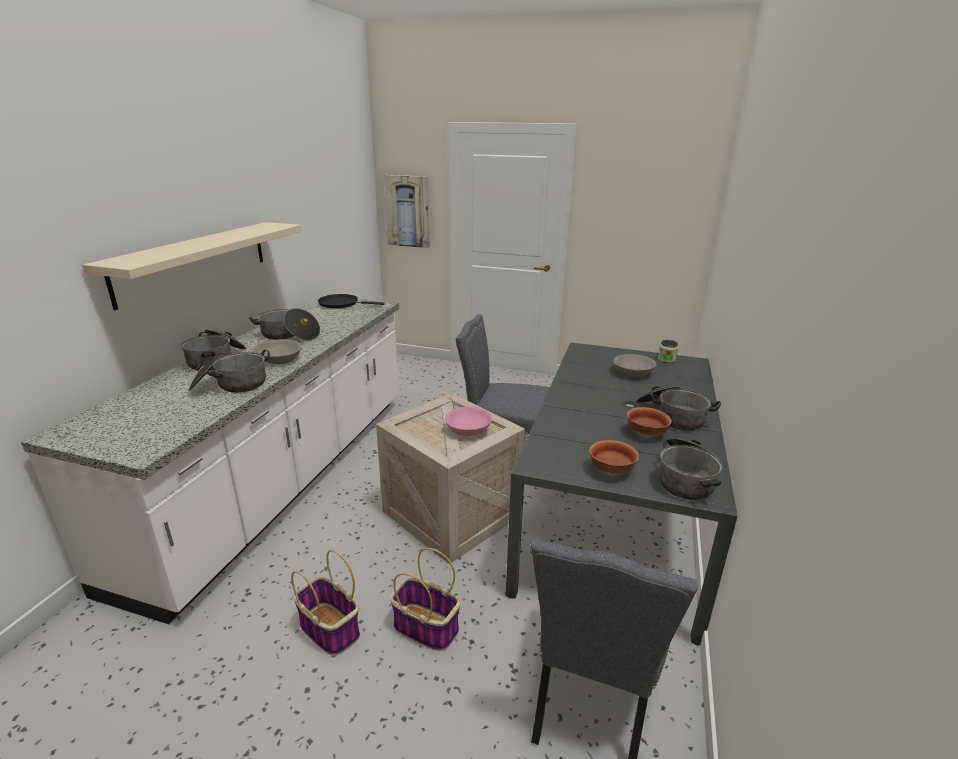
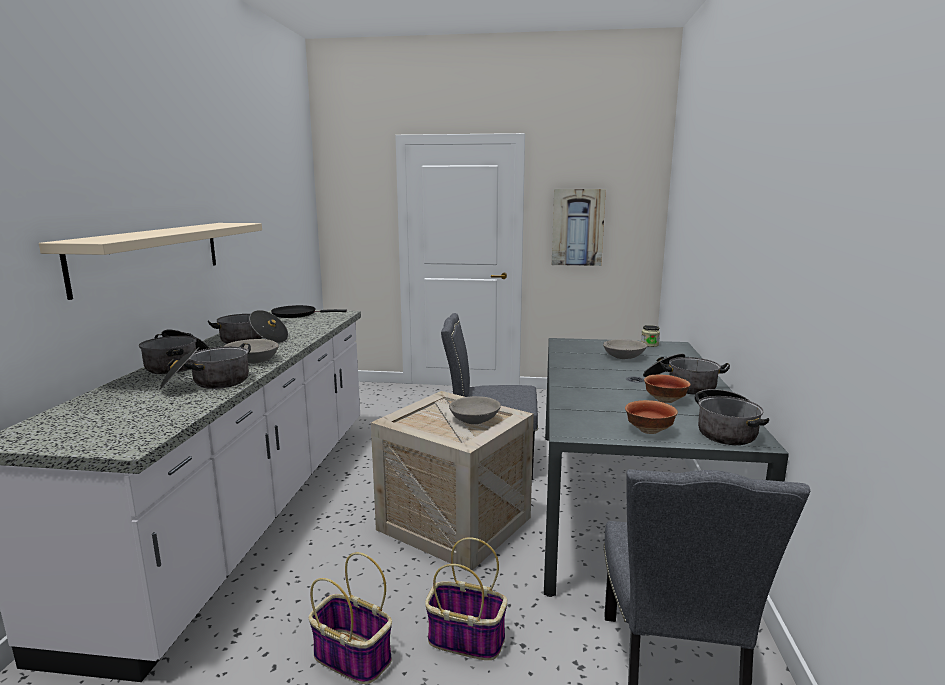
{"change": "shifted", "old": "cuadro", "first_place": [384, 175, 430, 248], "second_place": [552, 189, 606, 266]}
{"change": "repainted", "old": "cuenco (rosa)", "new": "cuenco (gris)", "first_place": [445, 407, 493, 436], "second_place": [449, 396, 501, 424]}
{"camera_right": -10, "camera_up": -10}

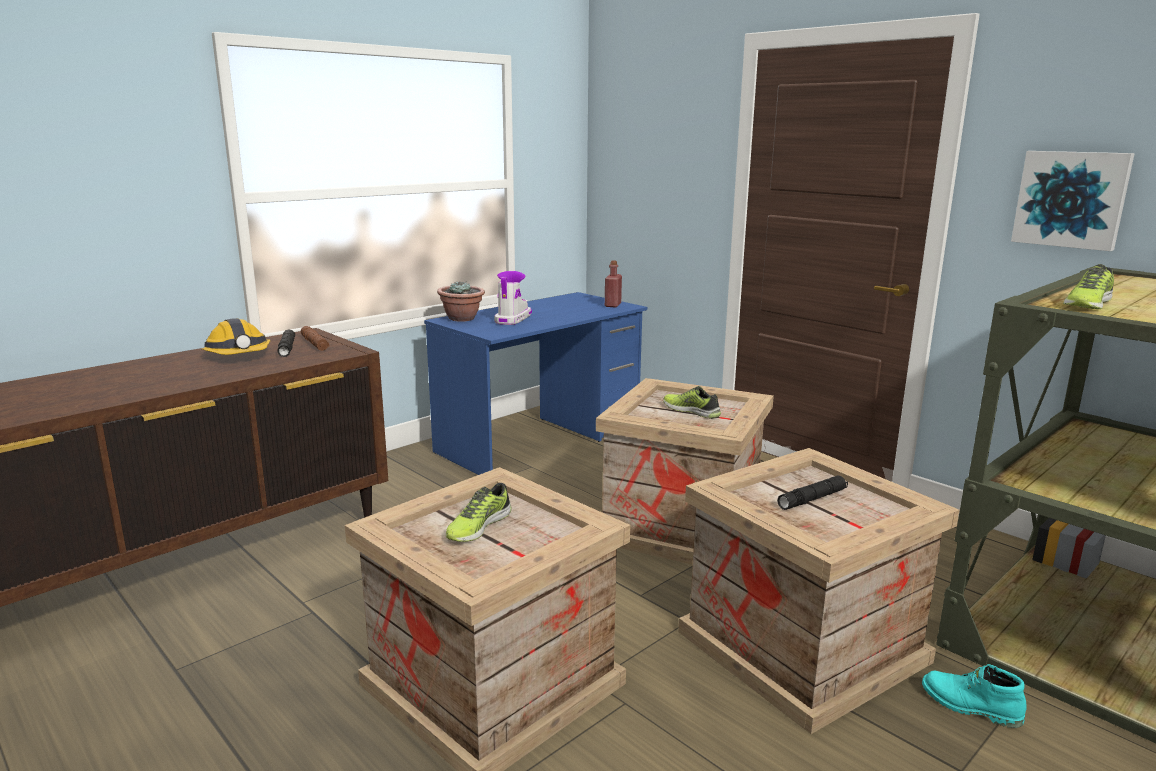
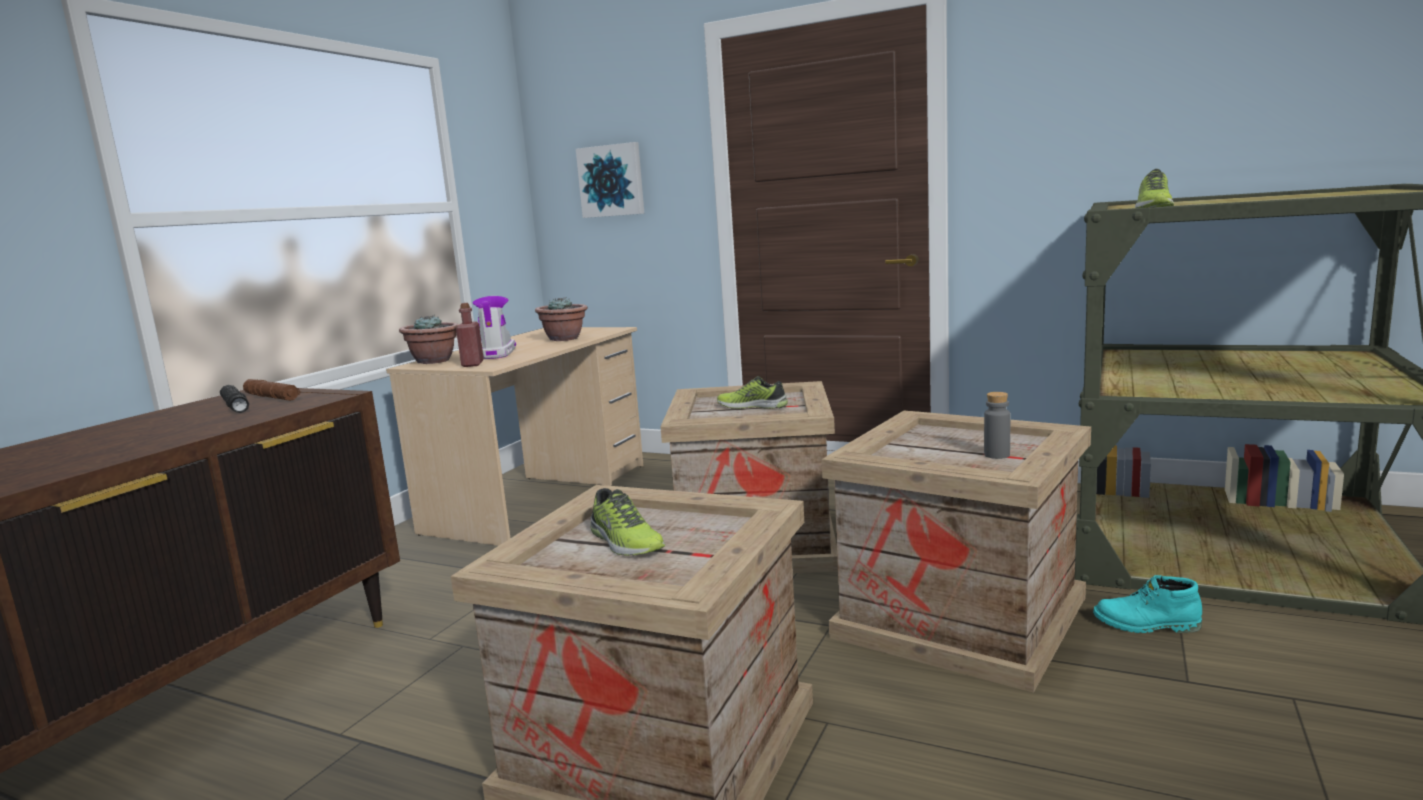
{"change": "gone", "old": "casco", "first_place": [201, 318, 270, 355]}
{"change": "gone", "old": "linterna (negro)", "first_place": [777, 475, 848, 510]}
{"change": "new", "new": "planta en maceta", "second_place": [535, 297, 588, 341]}
{"change": "new", "new": "botella (gris)", "second_place": [984, 392, 1010, 459]}
{"change": "shifted", "old": "botella (rojo)", "first_place": [605, 260, 622, 307], "second_place": [456, 303, 484, 367]}
{"change": "shifted", "old": "cuadro", "first_place": [1011, 151, 1135, 251], "second_place": [576, 142, 644, 218]}
{"change": "repainted", "old": "escritorio (azul)", "new": "escritorio (beis)", "first_place": [424, 292, 647, 475], "second_place": [386, 327, 643, 546]}
{"change": "rotated", "old": "zapato", "first_place": [446, 483, 512, 542], "second_place": [590, 488, 665, 556], "degrees": -45}
{"camera_right": -20, "camera_up": -5}

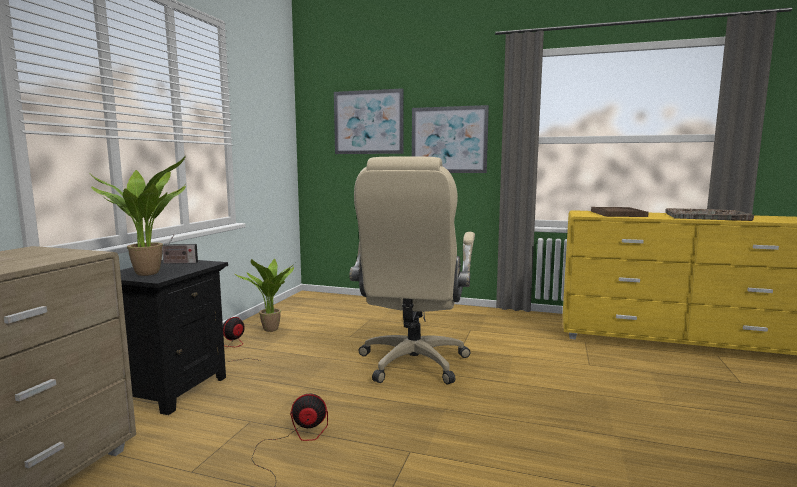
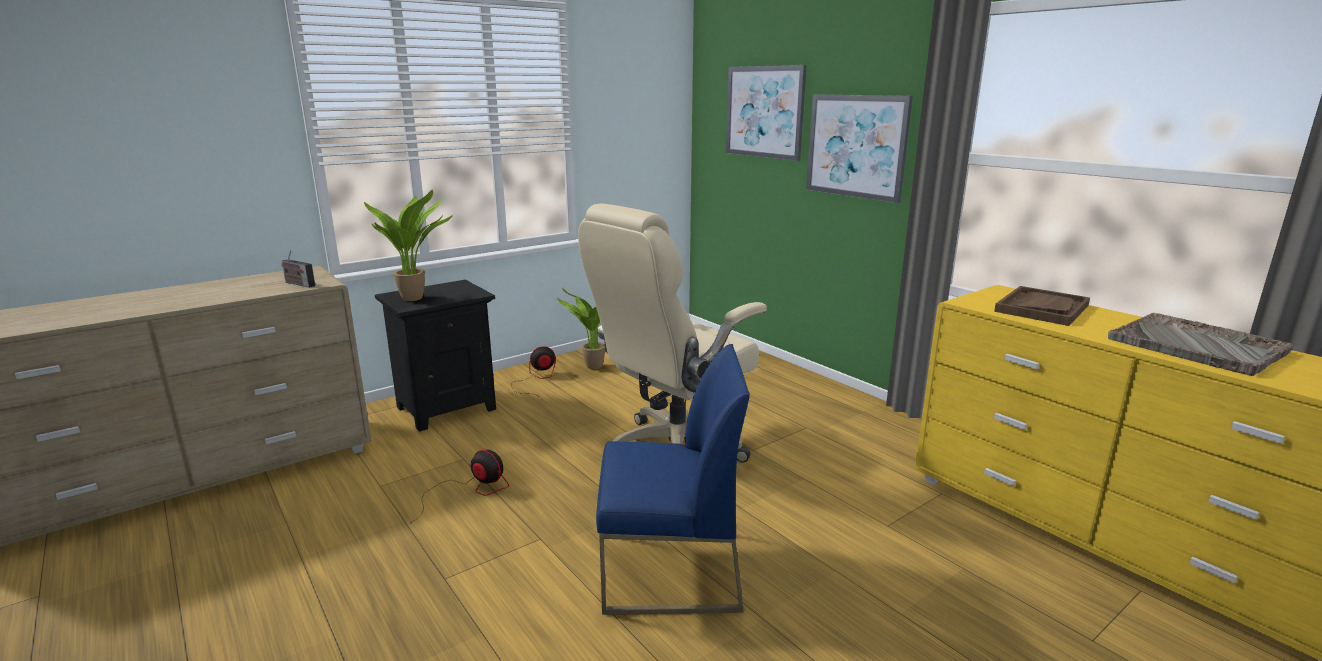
{"change": "new", "new": "silla (azul)", "second_place": [596, 344, 750, 615]}
{"change": "shifted", "old": "radio", "first_place": [162, 235, 198, 264], "second_place": [282, 249, 315, 288]}
{"camera_right": 35, "camera_up": 10}

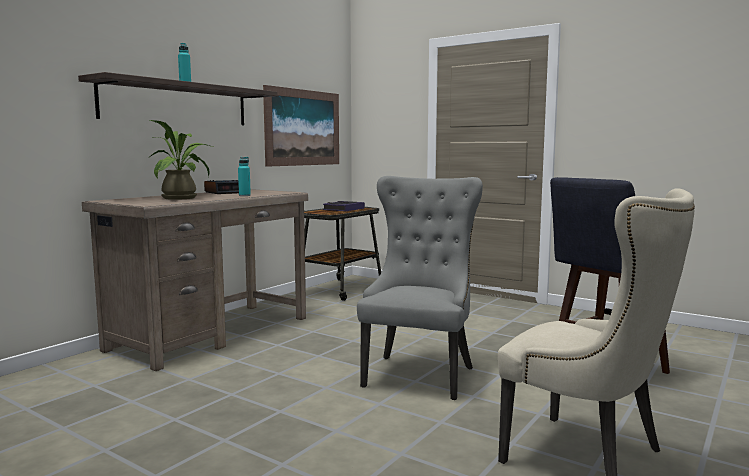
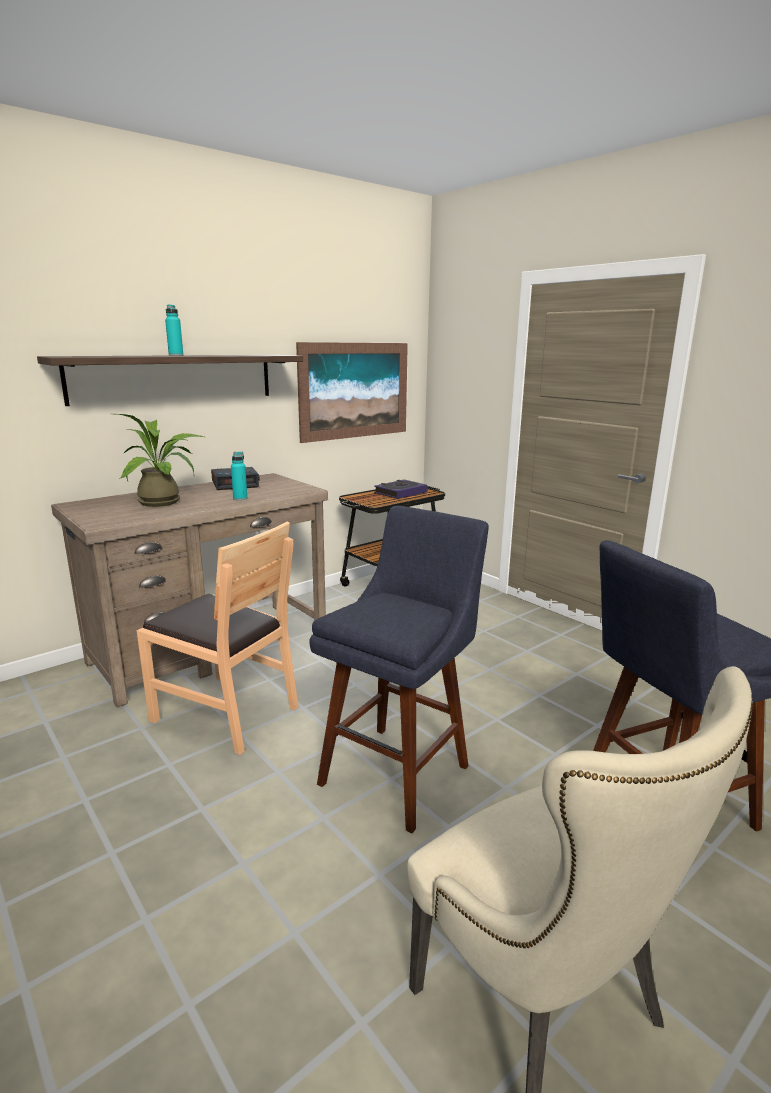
{"change": "new", "new": "silla (marrón)", "second_place": [137, 522, 299, 755]}
{"change": "swapped", "old": "silla (gris)", "new": "taburete (azul)", "first_place": [357, 176, 483, 400], "second_place": [309, 506, 489, 833]}
{"camera_right": 15, "camera_up": 10}

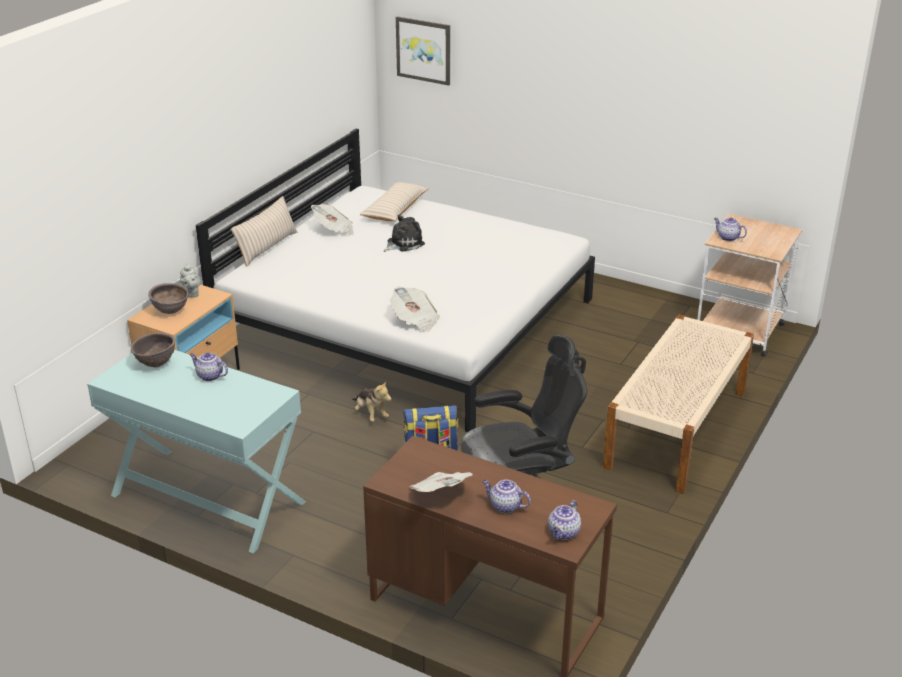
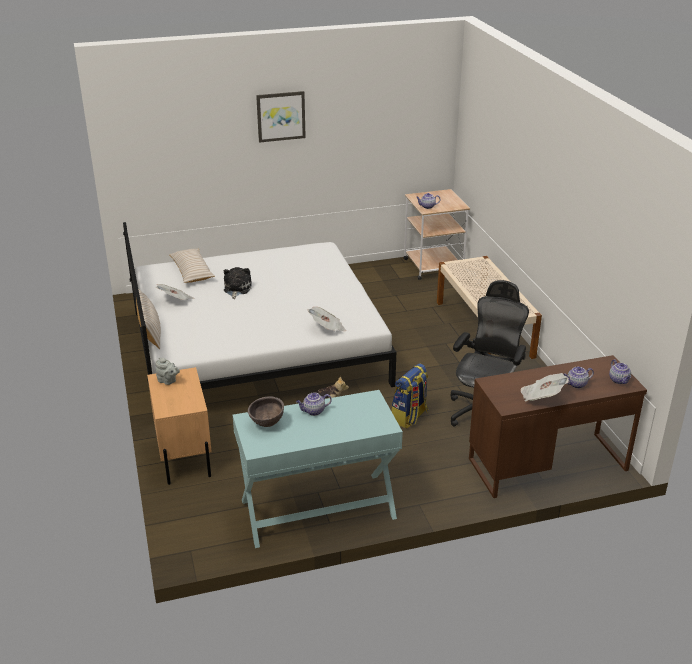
{"change": "gone", "old": "cuenco (marrón)", "first_place": [148, 283, 189, 314]}
{"change": "shifted", "old": "cuadro", "first_place": [396, 17, 450, 86], "second_place": [256, 91, 306, 143]}
{"camera_right": -45, "camera_up": 0}

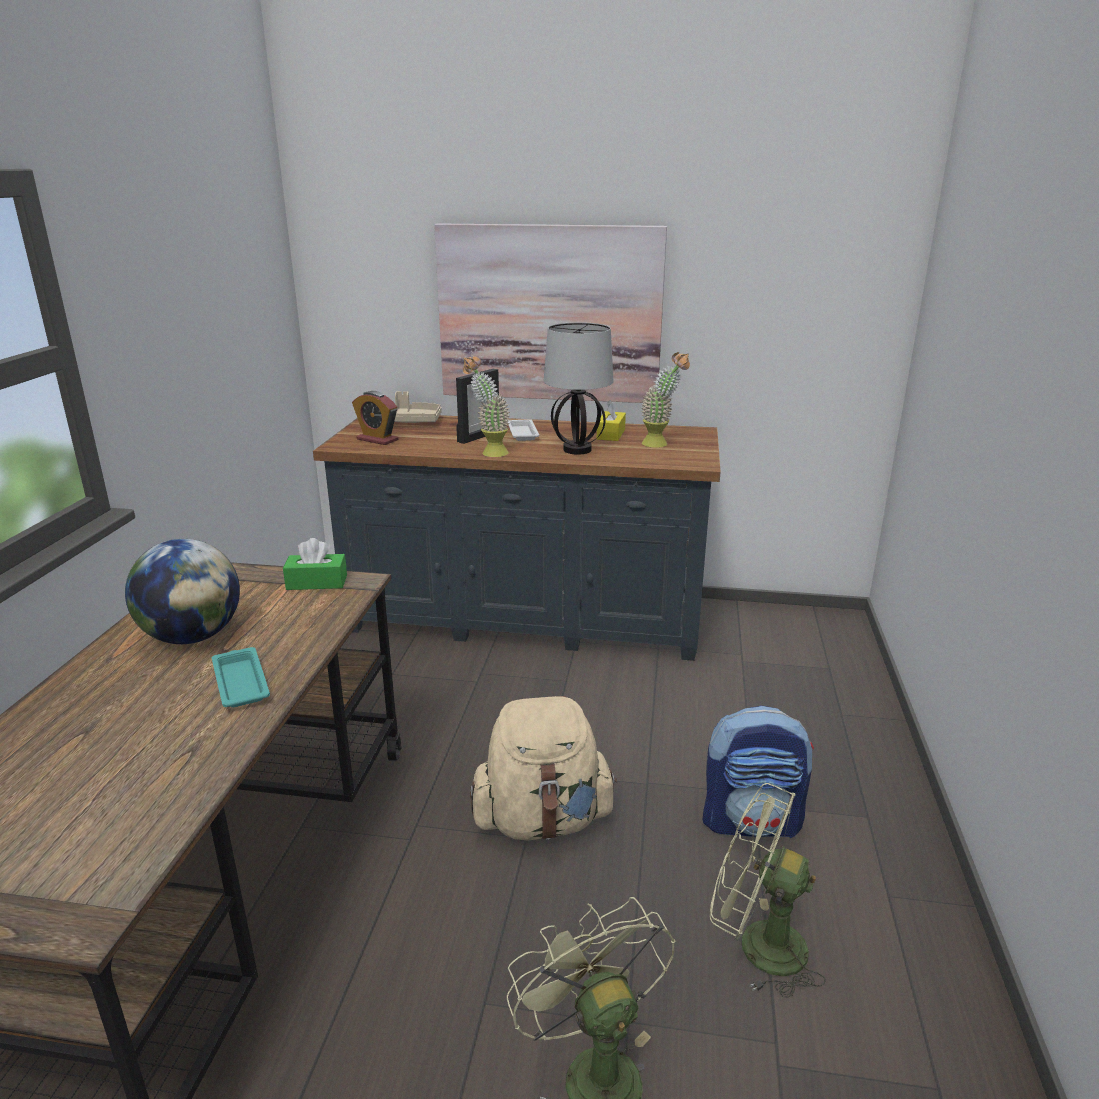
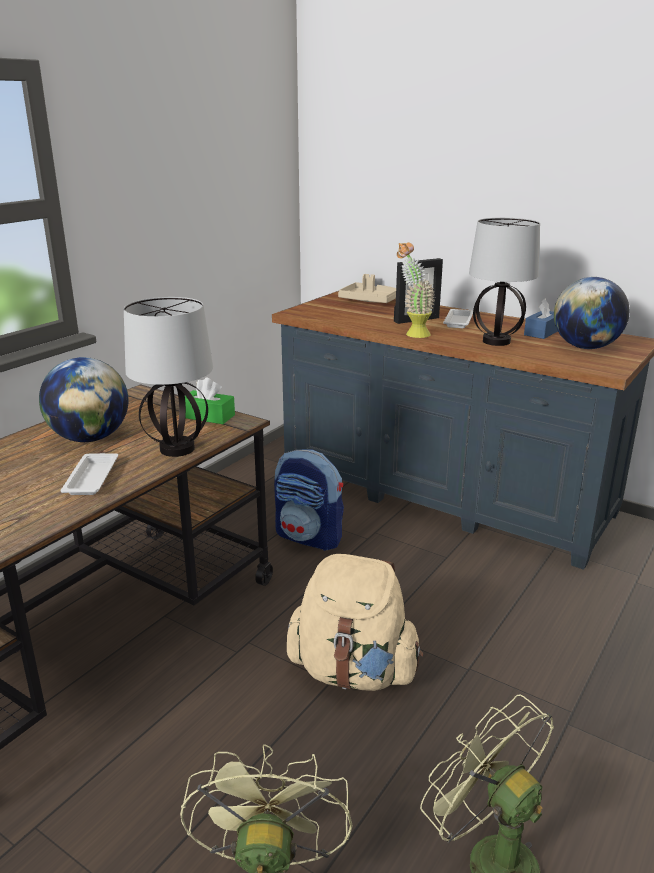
{"change": "gone", "old": "despertador", "first_place": [352, 391, 398, 445]}
{"change": "gone", "old": "cuadro", "first_place": [434, 223, 667, 403]}
{"change": "new", "new": "lámpara de mesa", "second_place": [124, 297, 213, 457]}
{"change": "shifted", "old": "mochila", "first_place": [703, 706, 814, 838], "second_place": [274, 450, 344, 551]}
{"change": "swapped", "old": "planta en maceta", "new": "globo terráqueo", "first_place": [641, 352, 690, 448], "second_place": [554, 277, 630, 349]}
{"change": "repainted", "old": "bandeja (turquesa)", "new": "bandeja (blanco)", "first_place": [212, 647, 270, 707], "second_place": [60, 453, 118, 495]}
{"change": "repainted", "old": "caja de pañuelos (amarillo)", "new": "caja de pañuelos (azul)", "first_place": [597, 400, 626, 441], "second_place": [524, 299, 558, 339]}
{"camera_right": 25, "camera_up": 0}

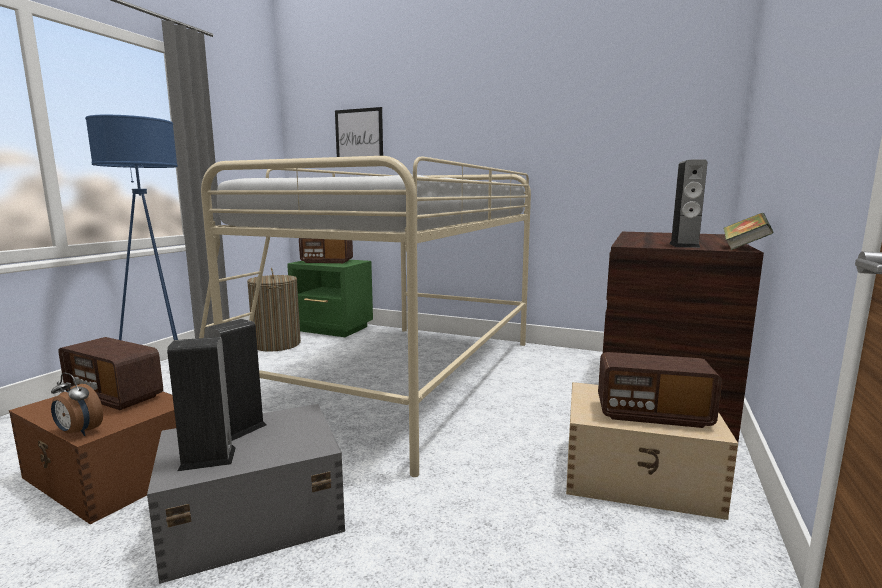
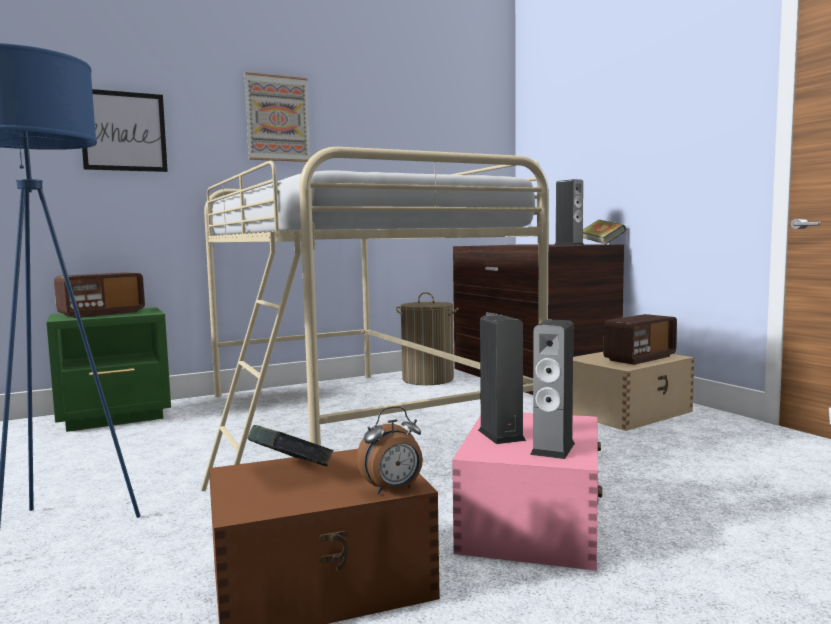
{"change": "new", "new": "cuadro", "second_place": [244, 72, 310, 162]}
{"change": "shifted", "old": "cesto de la ropa", "first_place": [247, 268, 301, 351], "second_place": [396, 292, 459, 385]}
{"change": "swapped", "old": "radio", "new": "libro", "first_place": [59, 337, 163, 410], "second_place": [247, 425, 334, 466]}
{"change": "repainted", "old": "caja de almacenaje (gris)", "new": "caja de almacenaje (rosa)", "first_place": [147, 404, 345, 584], "second_place": [452, 413, 602, 571]}
{"camera_right": -50, "camera_up": -5}

